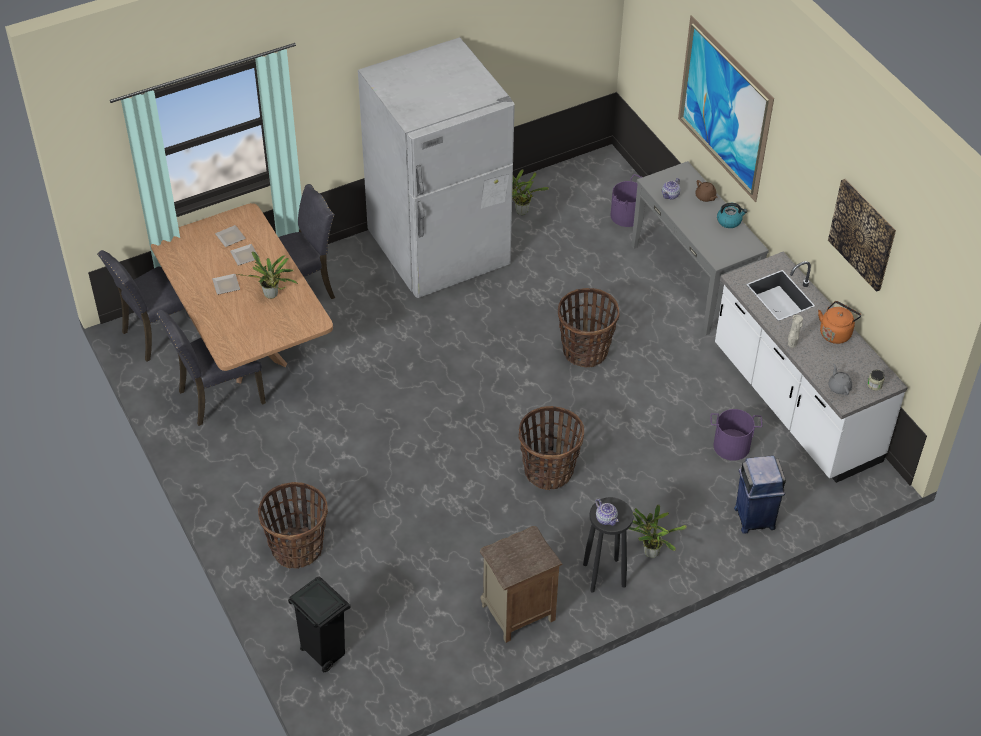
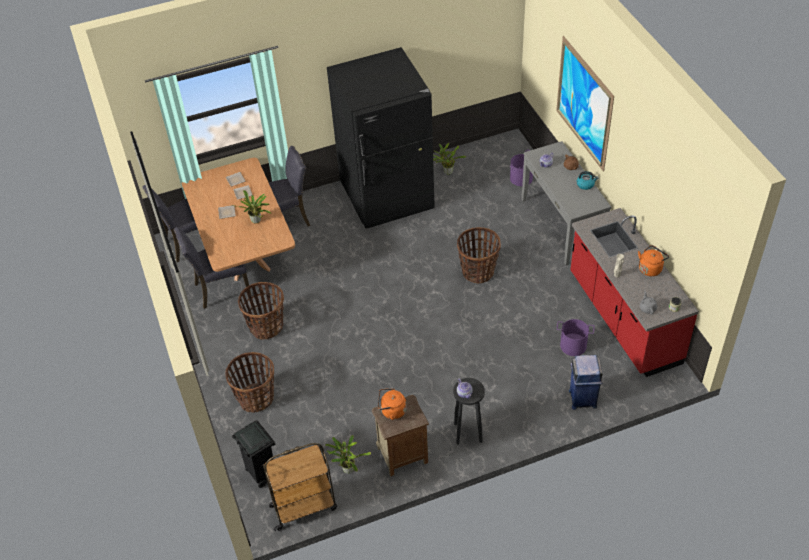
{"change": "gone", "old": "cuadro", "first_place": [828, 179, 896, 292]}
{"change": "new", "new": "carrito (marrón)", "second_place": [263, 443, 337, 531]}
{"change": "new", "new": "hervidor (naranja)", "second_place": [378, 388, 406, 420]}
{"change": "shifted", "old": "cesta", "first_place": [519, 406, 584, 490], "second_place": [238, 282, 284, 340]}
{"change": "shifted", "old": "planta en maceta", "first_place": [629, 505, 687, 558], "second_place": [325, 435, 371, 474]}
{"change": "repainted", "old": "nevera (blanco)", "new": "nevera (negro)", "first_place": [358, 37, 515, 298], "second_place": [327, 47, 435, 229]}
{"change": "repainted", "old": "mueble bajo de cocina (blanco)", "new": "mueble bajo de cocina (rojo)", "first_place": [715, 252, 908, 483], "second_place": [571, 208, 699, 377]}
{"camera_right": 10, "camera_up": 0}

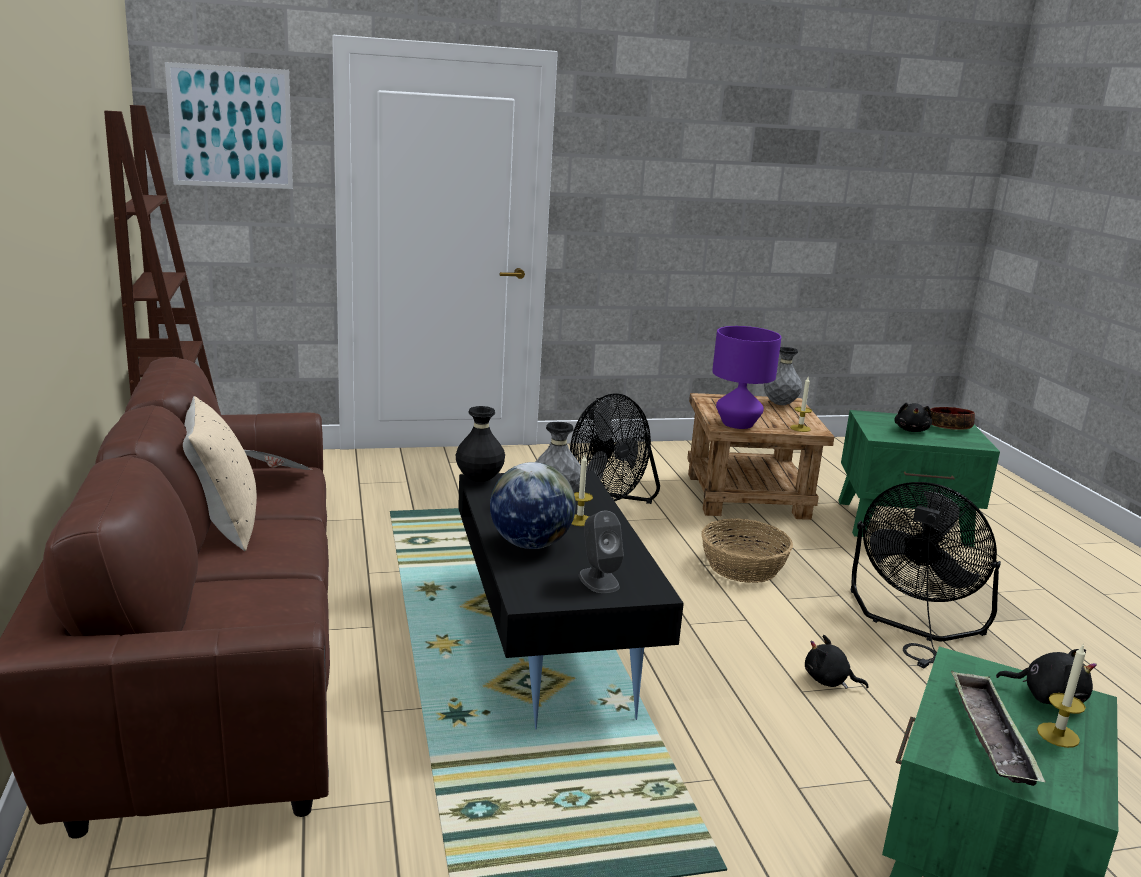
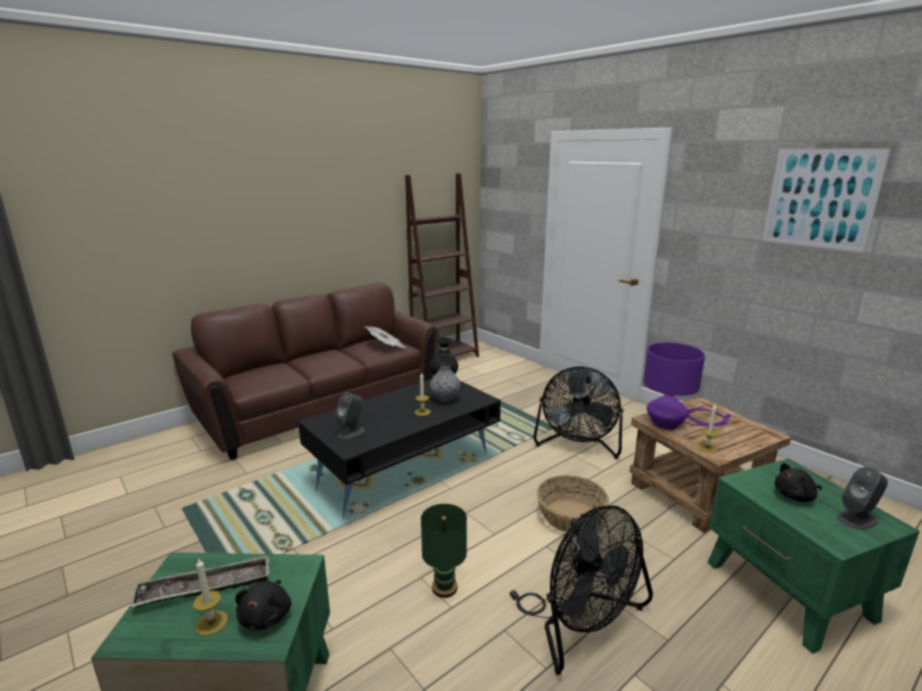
{"change": "gone", "old": "cojín (beis)", "first_place": [183, 396, 257, 551]}
{"change": "gone", "old": "globo terráqueo", "first_place": [490, 462, 576, 549]}
{"change": "gone", "old": "florero (gris)", "first_place": [764, 347, 802, 405]}
{"change": "shifted", "old": "cuadro", "first_place": [165, 62, 293, 189], "second_place": [762, 149, 891, 253]}
{"change": "swapped", "old": "peluche (negro)", "new": "lámpara de mesa (verde)", "first_place": [805, 635, 869, 689], "second_place": [421, 504, 467, 598]}
{"change": "swapped", "old": "cuenco", "new": "altavoz (gris)", "first_place": [930, 407, 975, 430], "second_place": [837, 466, 888, 530]}
{"change": "rotated", "old": "ventilador (negro)", "first_place": [851, 482, 1001, 668], "second_place": [510, 506, 653, 675], "degrees": 45}
{"camera_right": 65, "camera_up": 0}

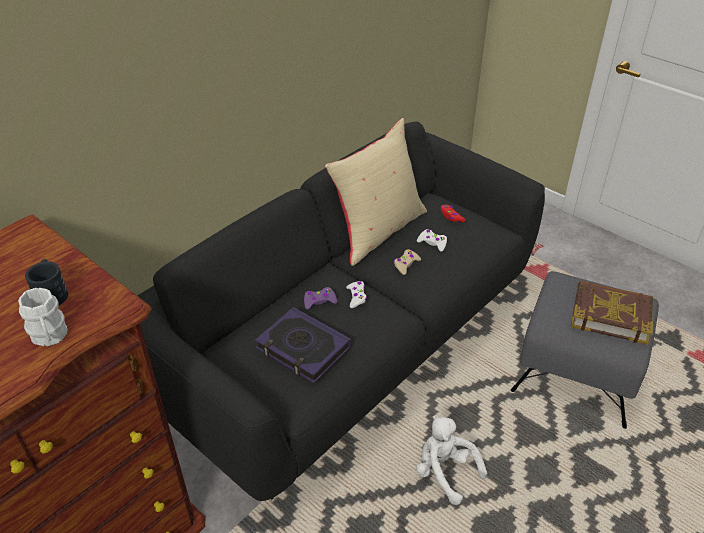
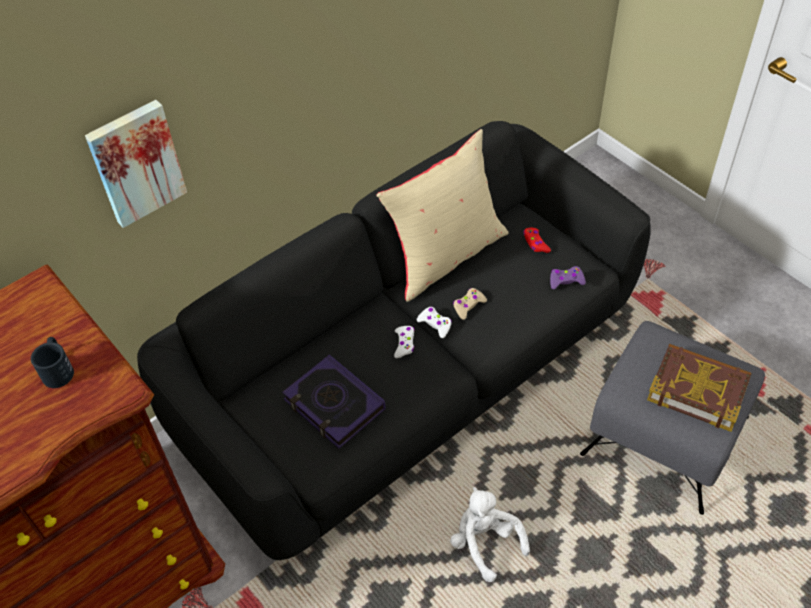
{"change": "gone", "old": "taza grande (blanco)", "first_place": [18, 288, 68, 346]}
{"change": "new", "new": "cuadro", "second_place": [85, 100, 187, 228]}
{"change": "shifted", "old": "mando de consola (morado)", "first_place": [304, 287, 337, 310], "second_place": [550, 266, 586, 289]}
{"change": "shifted", "old": "mando de consola (blanco)", "first_place": [417, 229, 447, 252], "second_place": [417, 307, 452, 338]}
{"camera_right": 10, "camera_up": 10}

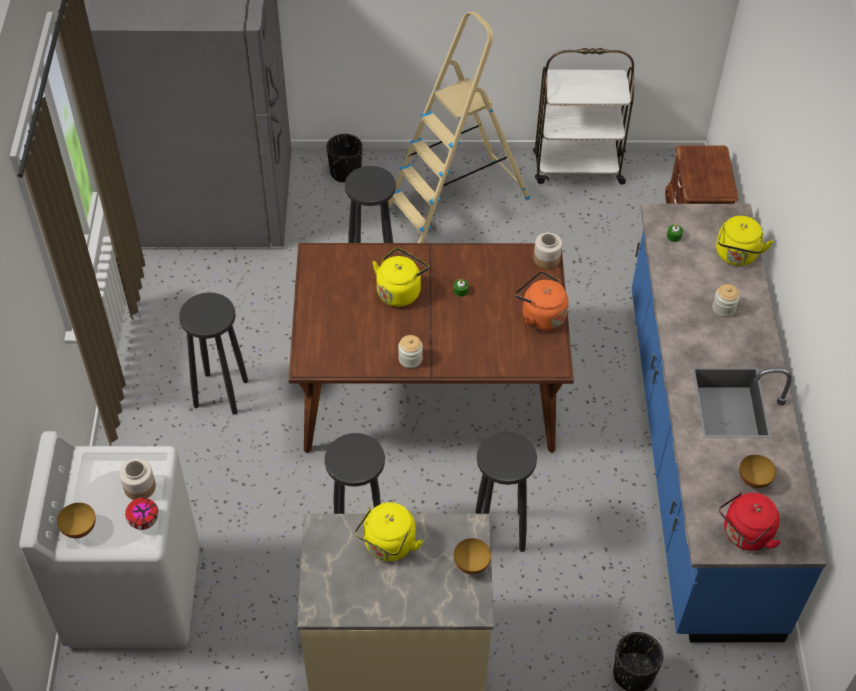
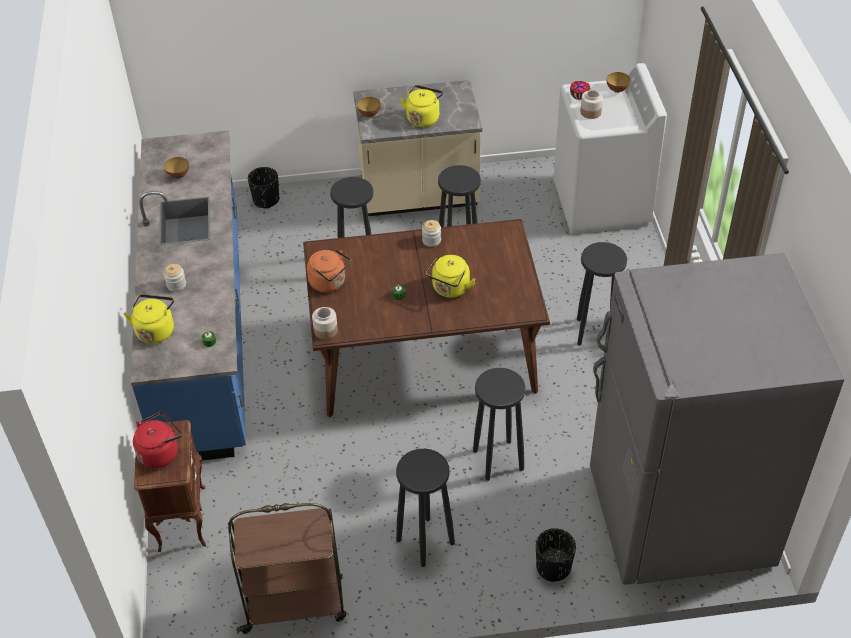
{"change": "shifted", "old": "hervidor (rojo)", "first_place": [719, 492, 781, 551], "second_place": [133, 412, 182, 468]}
{"change": "swapped", "old": "escalera de tijera (beis)", "new": "taburete (negro)", "first_place": [388, 12, 530, 243], "second_place": [396, 449, 455, 567]}
{"change": "repainted", "old": "carrito (blanco)", "new": "carrito (marrón)", "first_place": [533, 48, 634, 185], "second_place": [228, 503, 346, 634]}
{"camera_right": 175, "camera_up": -5}

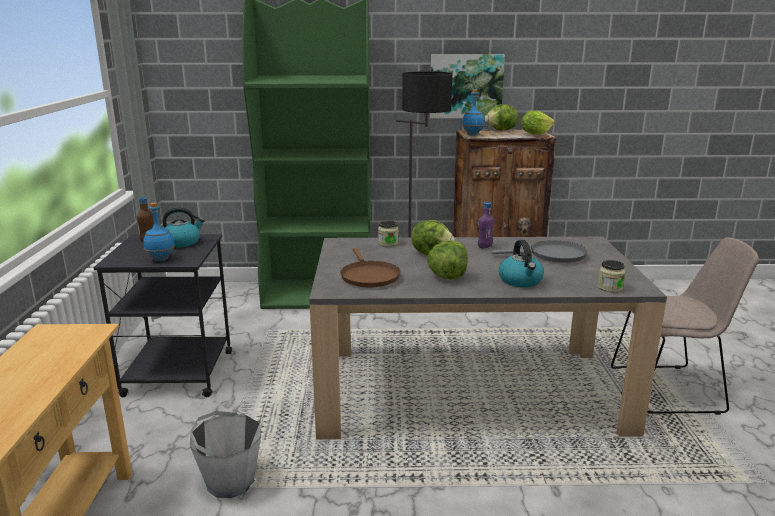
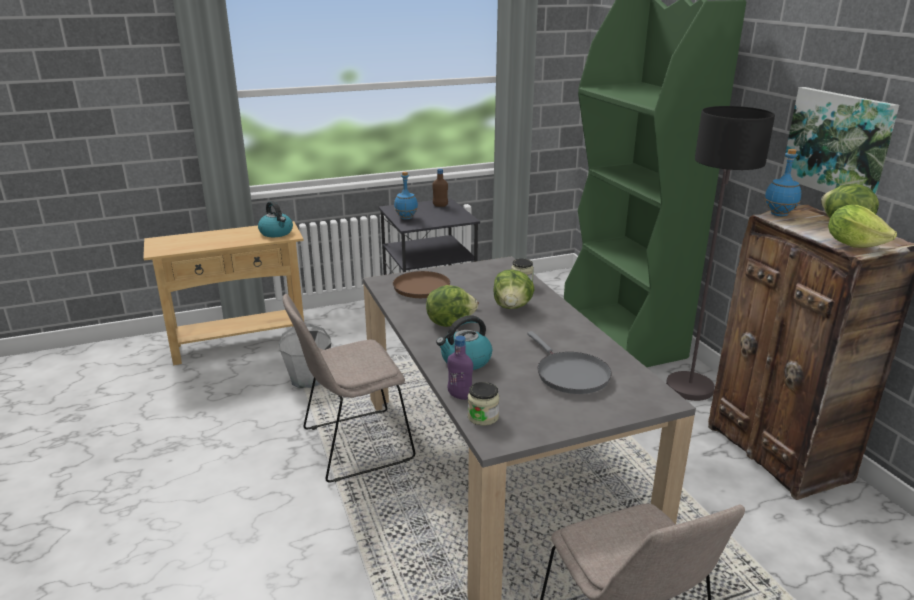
{"change": "new", "new": "silla (beis)", "second_place": [283, 294, 415, 482]}
{"change": "shifted", "old": "hervidor", "first_place": [162, 207, 205, 248], "second_place": [258, 201, 293, 237]}
{"change": "shifted", "old": "botella (morado)", "first_place": [478, 202, 494, 249], "second_place": [447, 336, 473, 400]}
{"change": "rotated", "old": "sartén (marrón)", "first_place": [340, 248, 400, 287], "second_place": [393, 271, 479, 304], "degrees": 75}
{"camera_right": 70, "camera_up": 5}

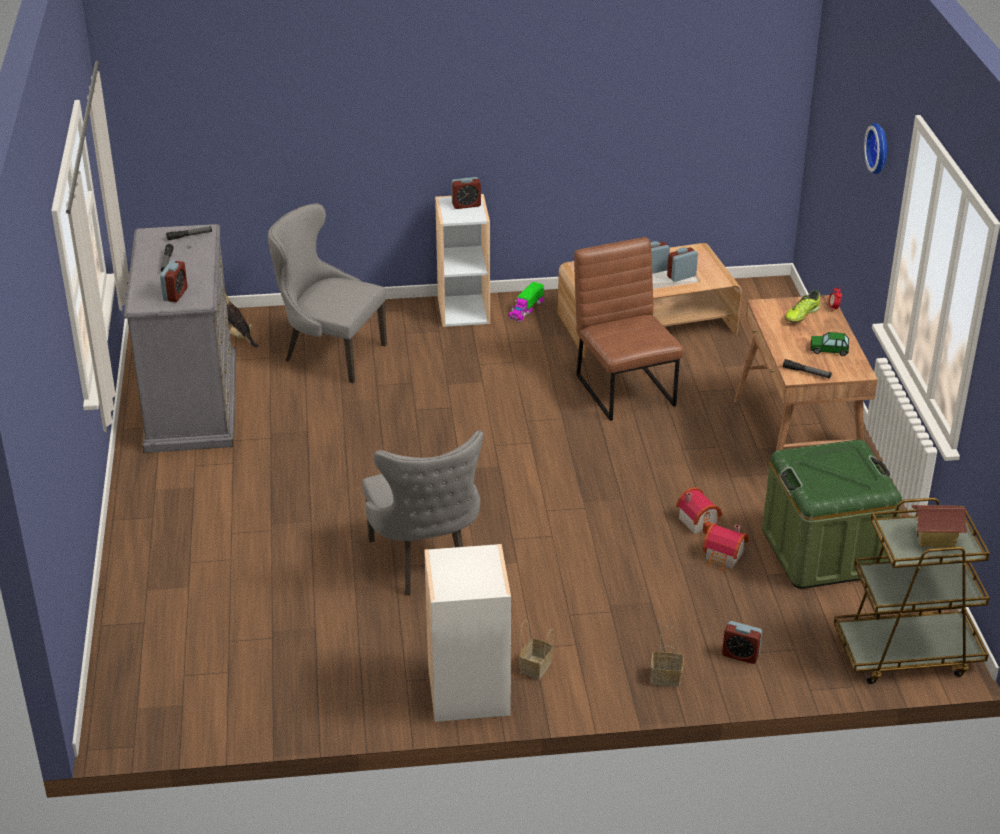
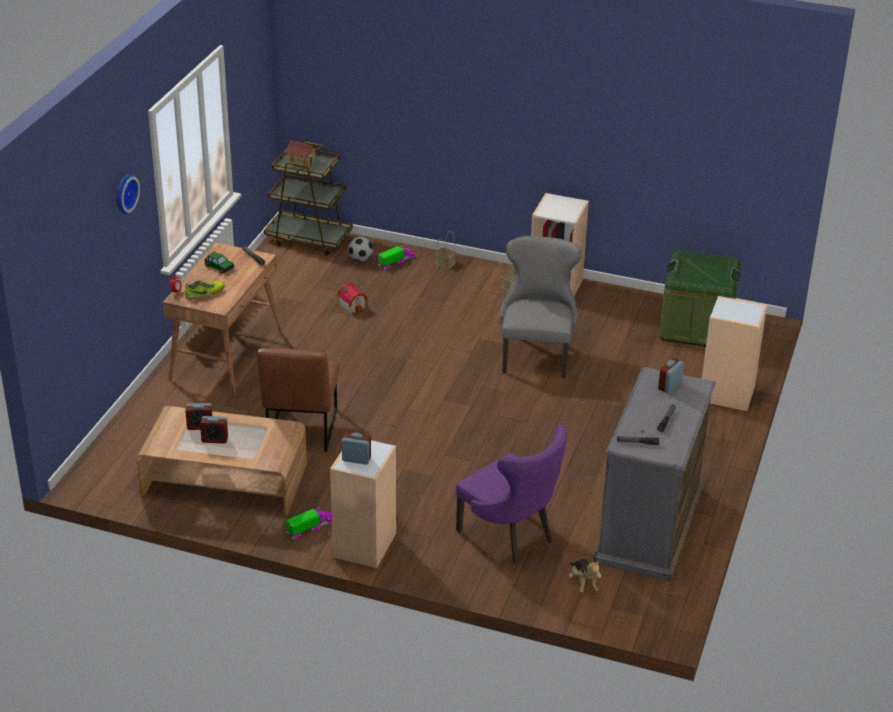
{"change": "gone", "old": "casita", "first_place": [676, 487, 722, 534]}
{"change": "new", "new": "balón de fútbol", "second_place": [348, 237, 373, 262]}
{"change": "new", "new": "estantería", "second_place": [702, 296, 767, 411]}
{"change": "shifted", "old": "caja de almacenaje (verde)", "first_place": [762, 440, 902, 589], "second_place": [659, 250, 740, 347]}
{"change": "swapped", "old": "despertador", "new": "camión de juguete", "first_place": [722, 621, 762, 664], "second_place": [378, 245, 414, 270]}
{"change": "repainted", "old": "silla (gris)", "new": "silla (morado)", "first_place": [268, 203, 387, 383], "second_place": [456, 424, 566, 565]}
{"camera_right": -155, "camera_up": 0}

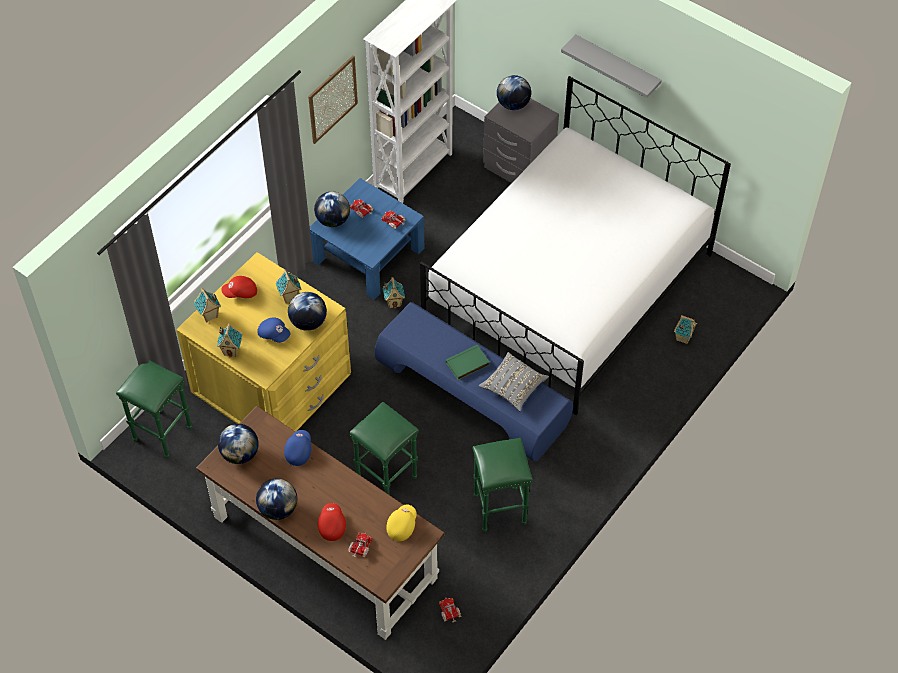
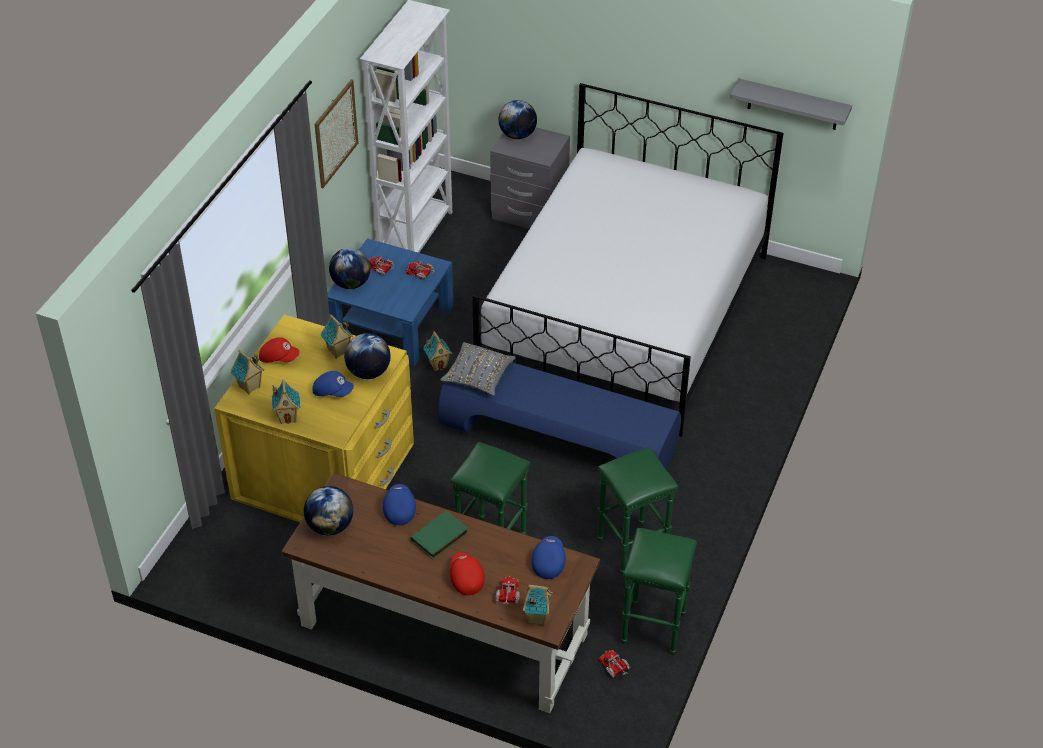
{"change": "gone", "old": "globo terráqueo", "first_place": [256, 478, 297, 520]}
{"change": "shifted", "old": "taburete (verde)", "first_place": [116, 360, 192, 458], "second_place": [621, 528, 697, 655]}
{"change": "shifted", "old": "libro (verde)", "first_place": [445, 345, 489, 380], "second_place": [411, 511, 468, 559]}
{"change": "shifted", "old": "cojín (gris)", "first_place": [479, 352, 549, 412], "second_place": [440, 342, 516, 396]}
{"change": "shifted", "old": "estante (gris)", "first_place": [561, 34, 662, 98], "second_place": [730, 79, 852, 130]}
{"change": "shifted", "old": "casita", "first_place": [674, 315, 697, 344], "second_place": [523, 585, 553, 625]}
{"change": "repainted", "old": "gorra (amarillo)", "new": "gorra (azul)", "first_place": [386, 505, 417, 541], "second_place": [531, 536, 566, 579]}
{"change": "rotated", "old": "gorra (rojo)", "first_place": [221, 276, 257, 298], "second_place": [259, 337, 300, 363], "degrees": -135}
{"camera_right": -15, "camera_up": -10}

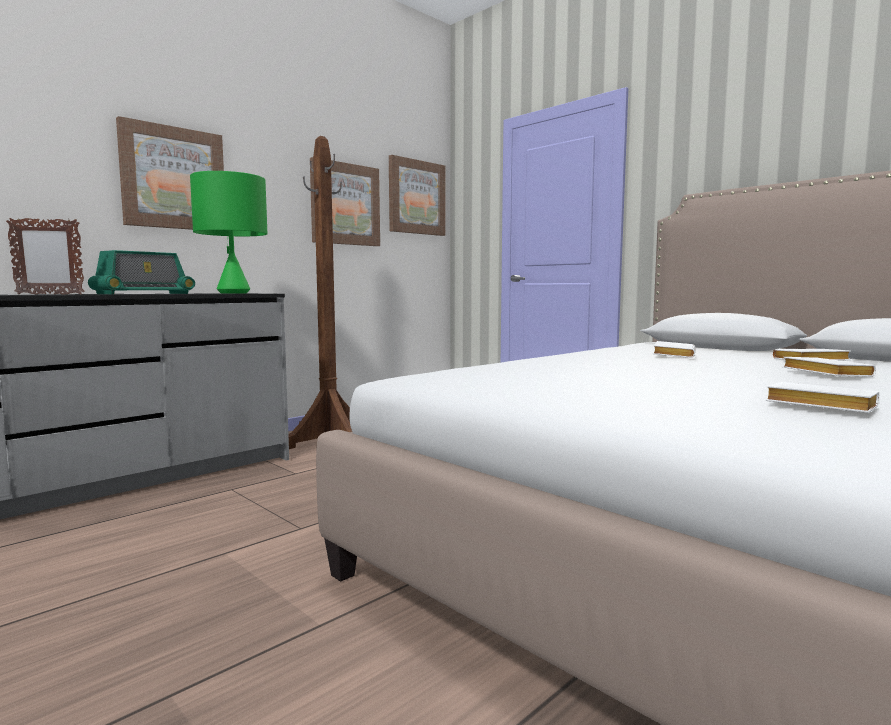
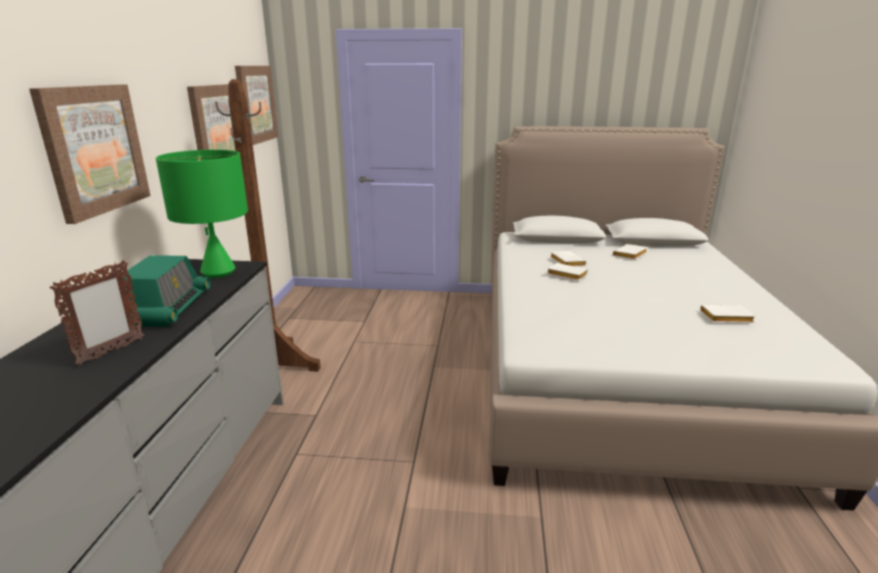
{"change": "shifted", "old": "libro (blanco)", "first_place": [782, 357, 876, 377], "second_place": [547, 263, 588, 281]}
{"camera_right": -40, "camera_up": 15}

